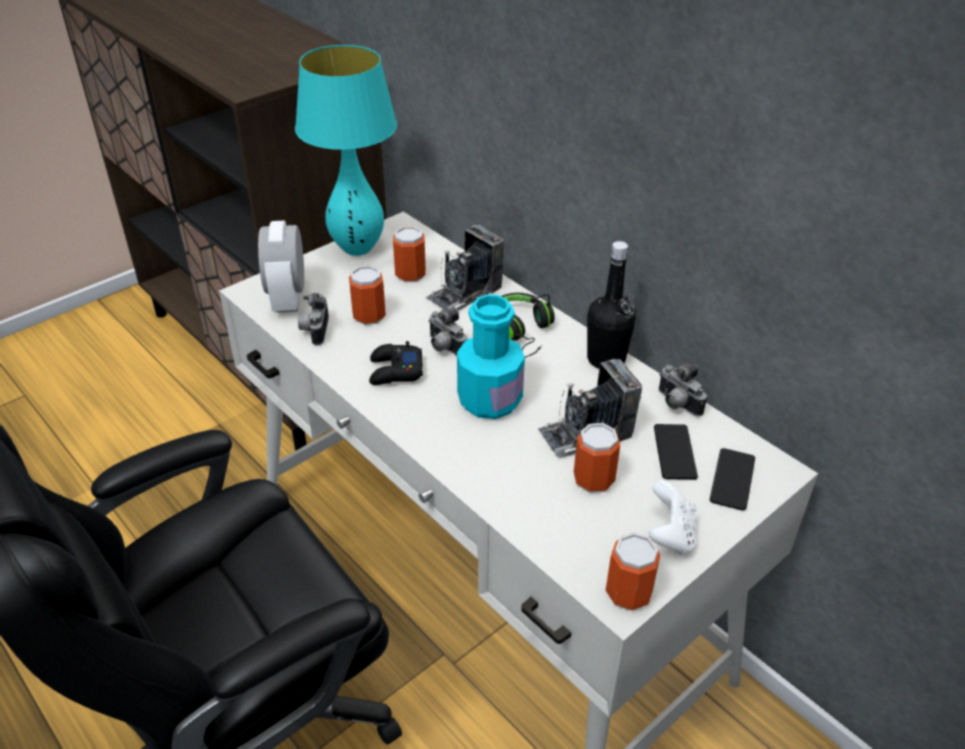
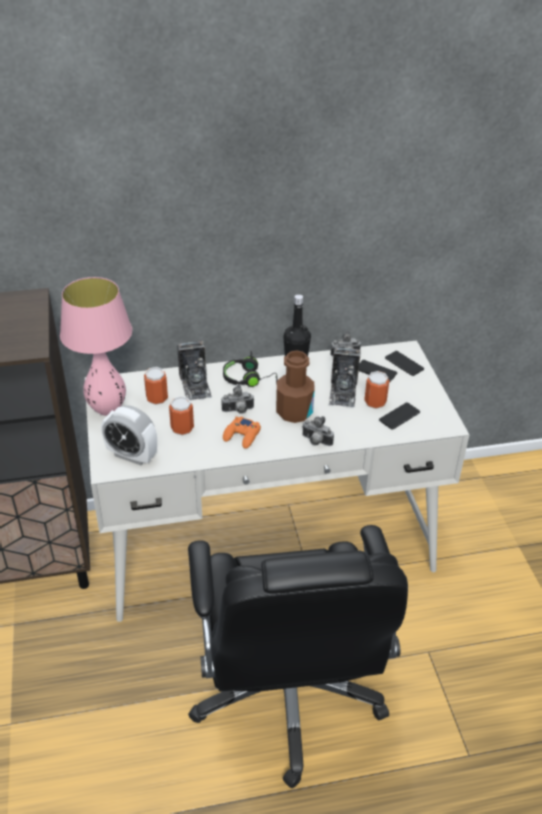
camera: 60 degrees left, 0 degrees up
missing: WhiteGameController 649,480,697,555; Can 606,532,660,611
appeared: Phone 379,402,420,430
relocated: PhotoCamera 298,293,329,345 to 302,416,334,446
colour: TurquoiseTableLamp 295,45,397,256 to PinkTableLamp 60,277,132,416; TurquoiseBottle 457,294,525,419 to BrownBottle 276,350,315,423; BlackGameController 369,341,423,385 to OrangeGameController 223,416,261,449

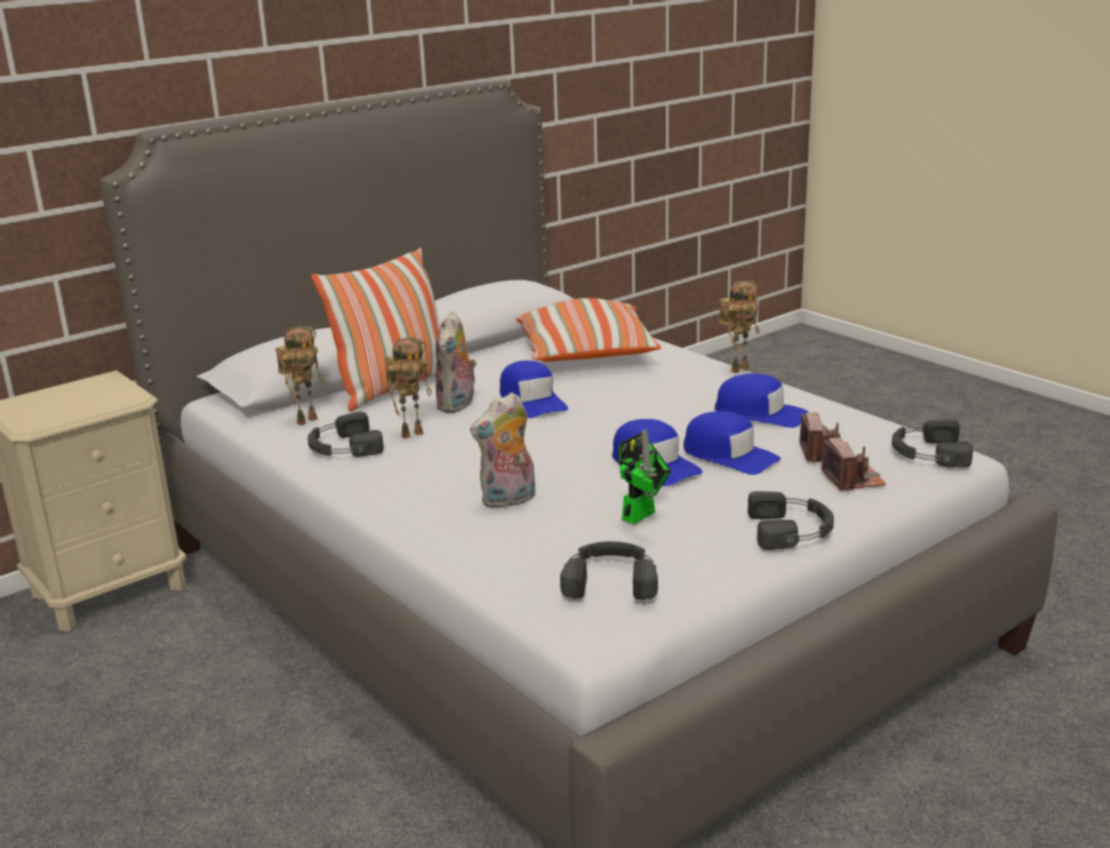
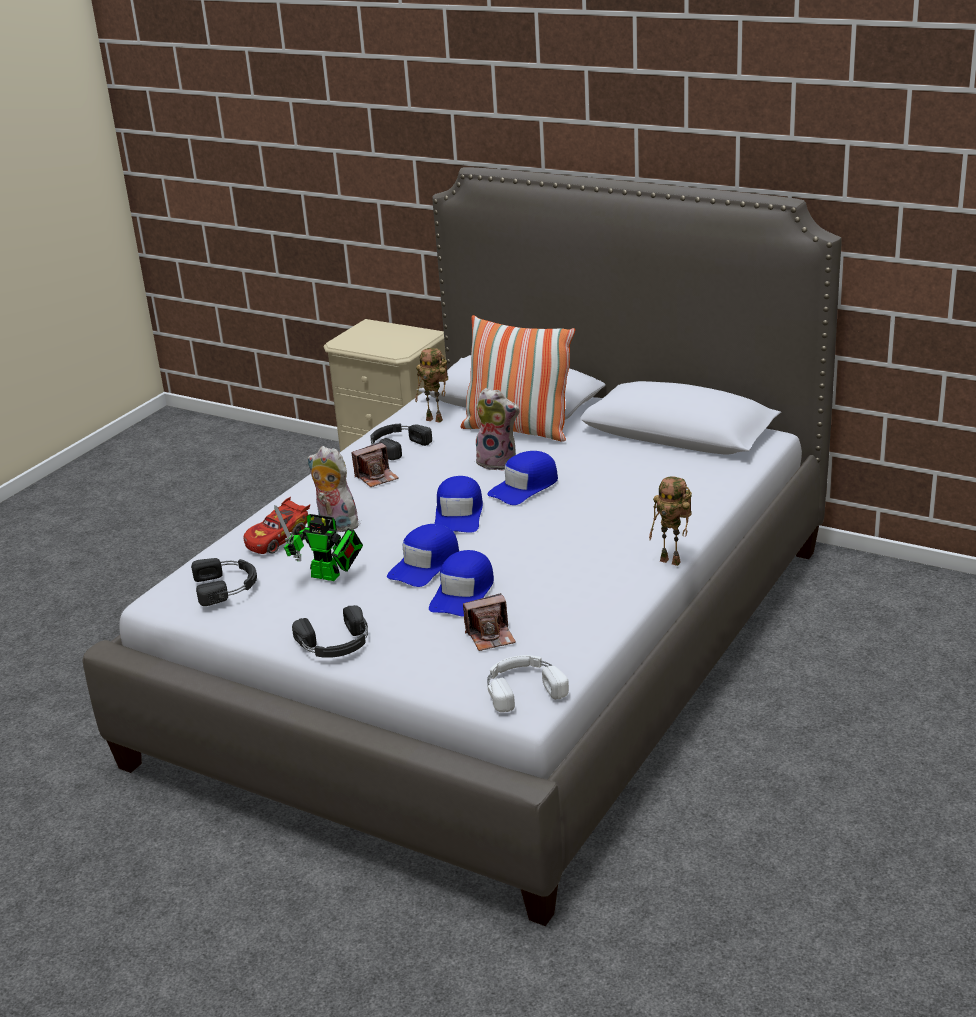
camera: 70 degrees right, 5 degrees up
missing: Pillow 516,298,661,362; ToyRobot 384,337,432,439
appeared: RedToyCar 244,497,310,554
relocated: BlueCap 715,373,808,428 to 434,476,483,533; PhotoCamera 821,438,886,491 to 351,442,399,487
colour: BlackHeadphones 892,419,973,467 to WhiteHeadphones 487,655,569,712
spun: PlushToy 436,312,477,413 = 476,388,520,471 150 degrees counterclockwise

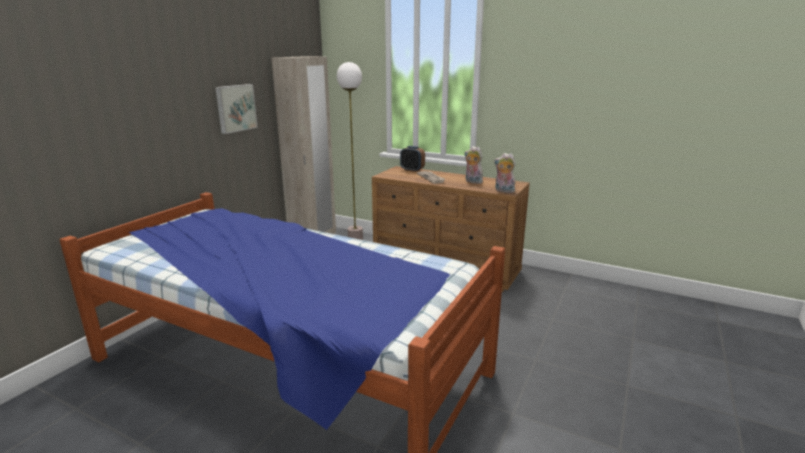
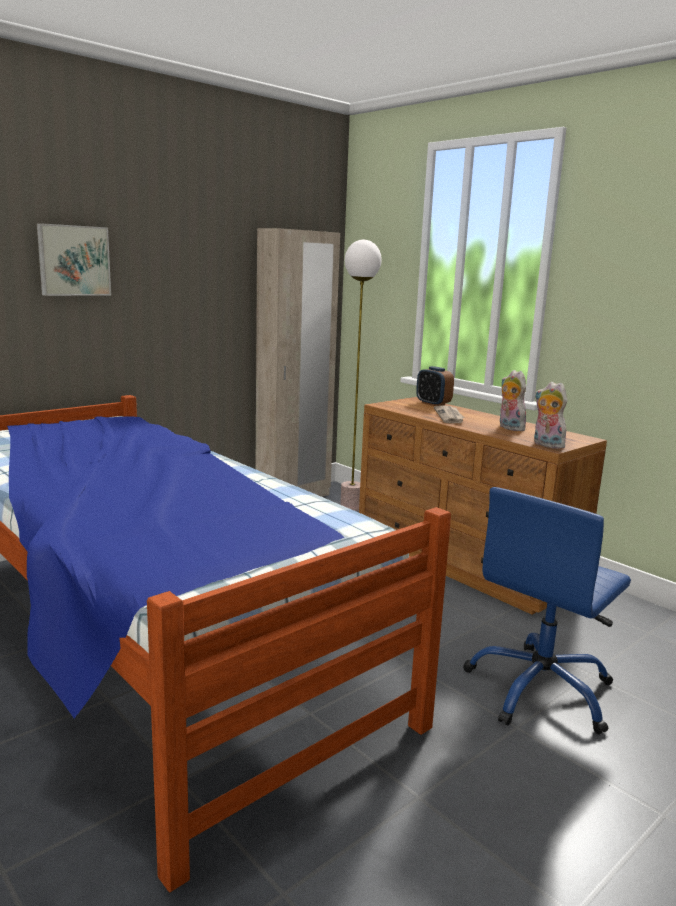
camera: 20 degrees right, 5 degrees down
appeared: BlueOfficeChair 463,487,631,734
relocated: Picture 215,84,258,134 to 37,223,111,296

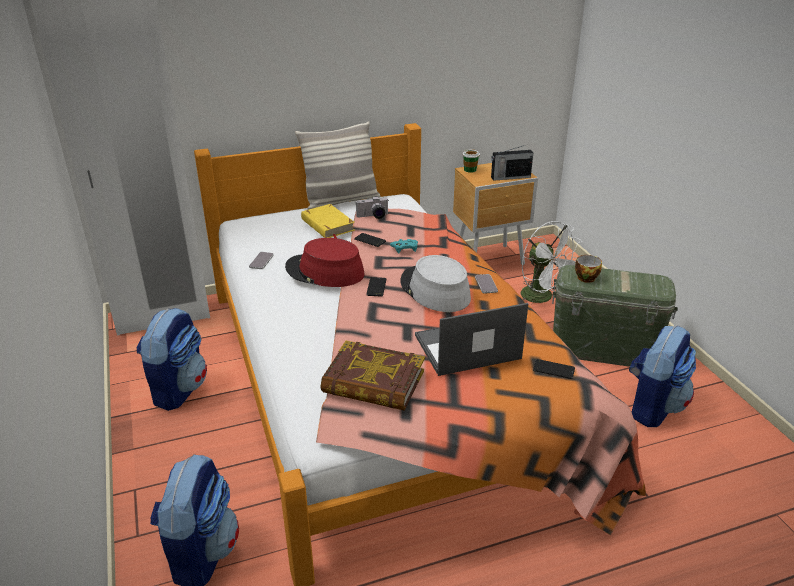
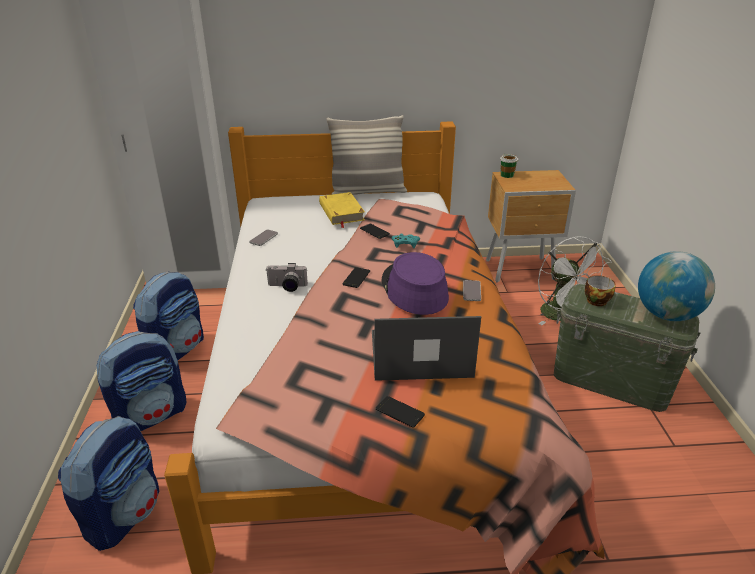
camera: 15 degrees right, 0 degrees up
missing: Radio 491,144,533,181; RedHat 285,238,364,287; Book 321,341,425,411
appeared: Globe 638,251,715,321
relocated: PhotoCamera 356,196,388,219 to 266,263,308,292; Backpack 629,326,696,427 to 97,331,187,431; Phone 533,359,575,379 to 375,396,425,428
colour: GreyHat 401,255,471,312 to PurpleHat 382,252,449,315

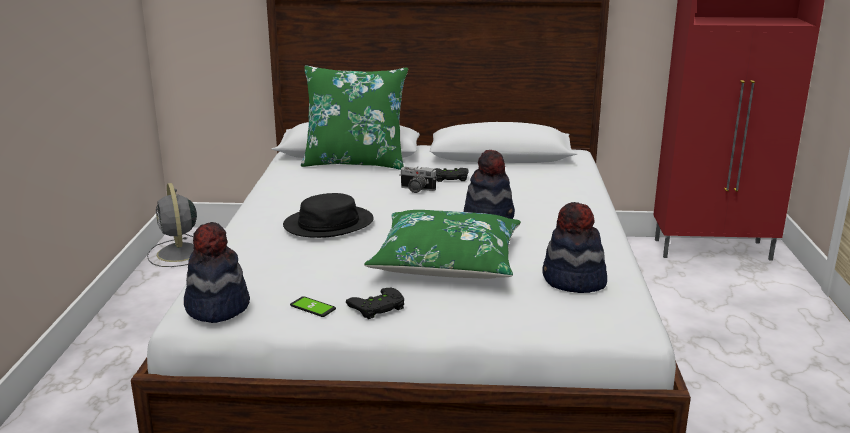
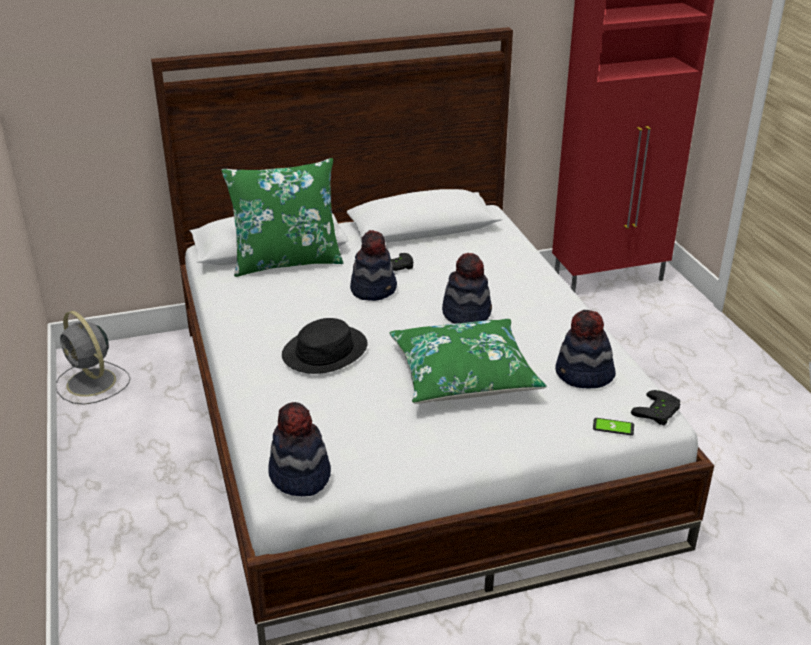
camera: 20 degrees left, 10 degrees up
relocated: BlackGameController 346,288,404,319 to 631,390,680,426; Phone 290,296,336,317 to 593,418,634,435
exchanged: PhotoCamera 399,166,437,193 to Hat 350,230,397,301

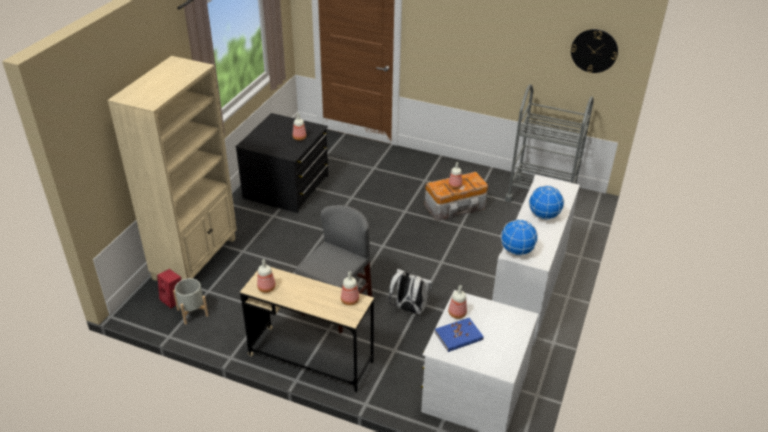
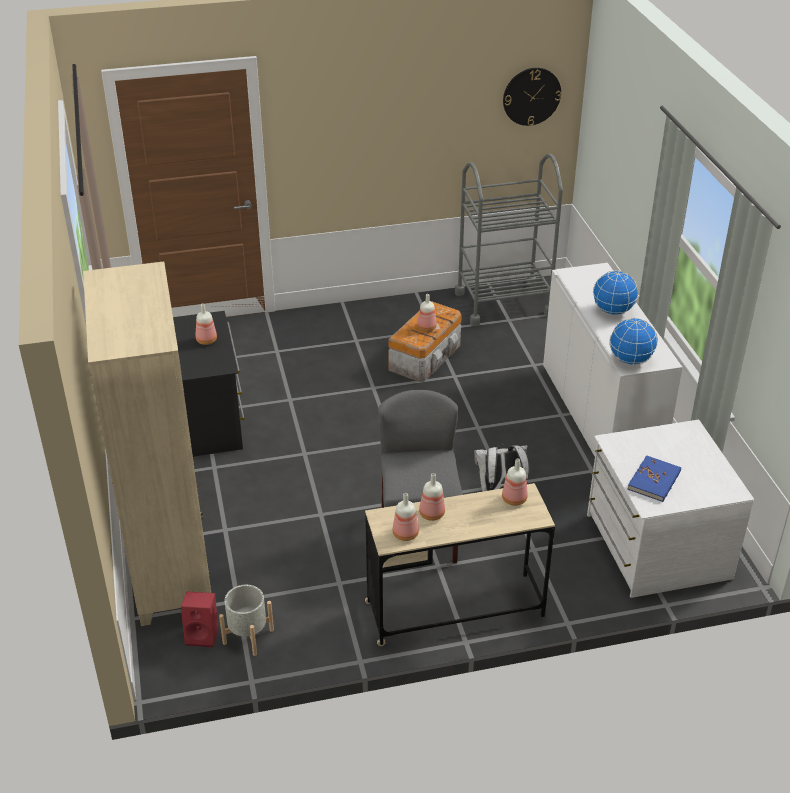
camera: 35 degrees left, 0 degrees up
relocated: Bottle 448,285,467,319 to 419,473,445,521

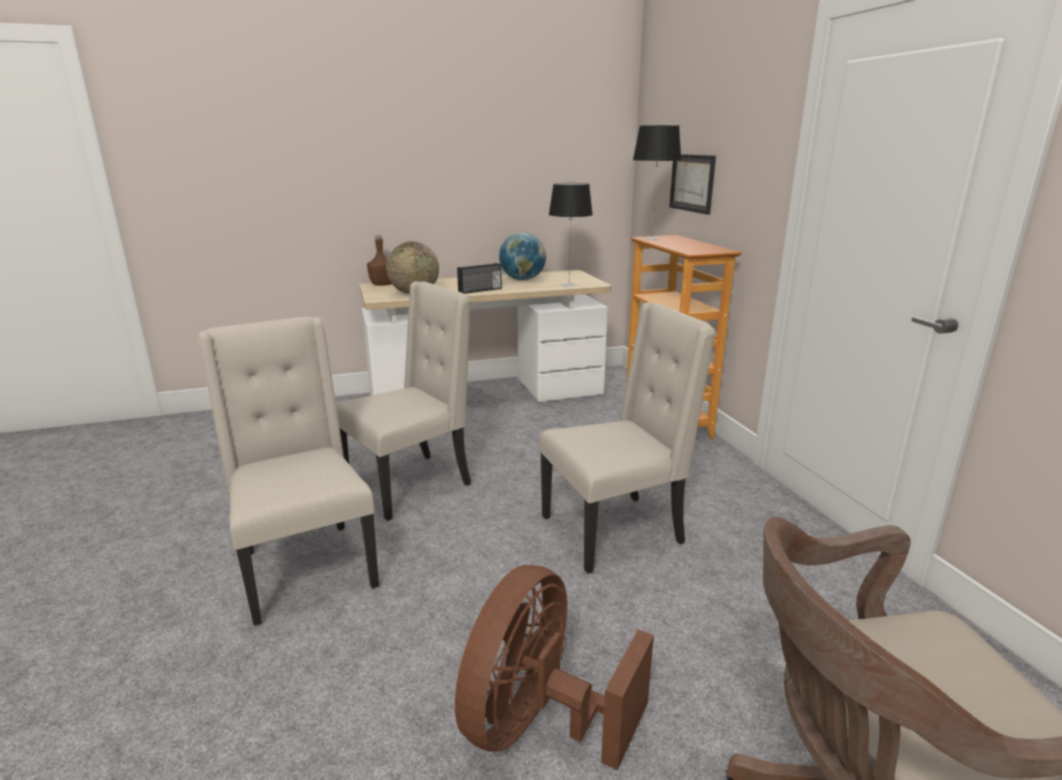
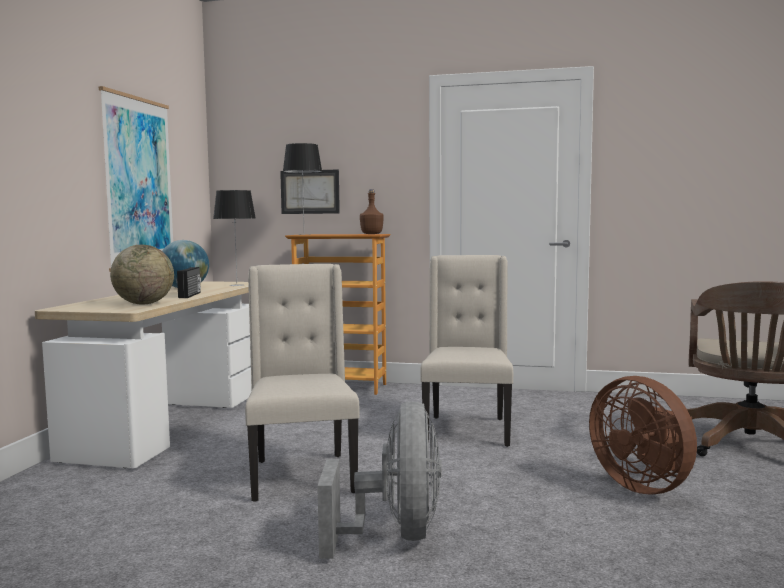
camera: 60 degrees left, 15 degrees down
appeared: Picture 99,86,173,272
relocated: BrownBottle 367,235,392,286 to 360,190,384,234
exchanged: BeigeChair 198,316,379,626 to GreyFan 317,401,442,559

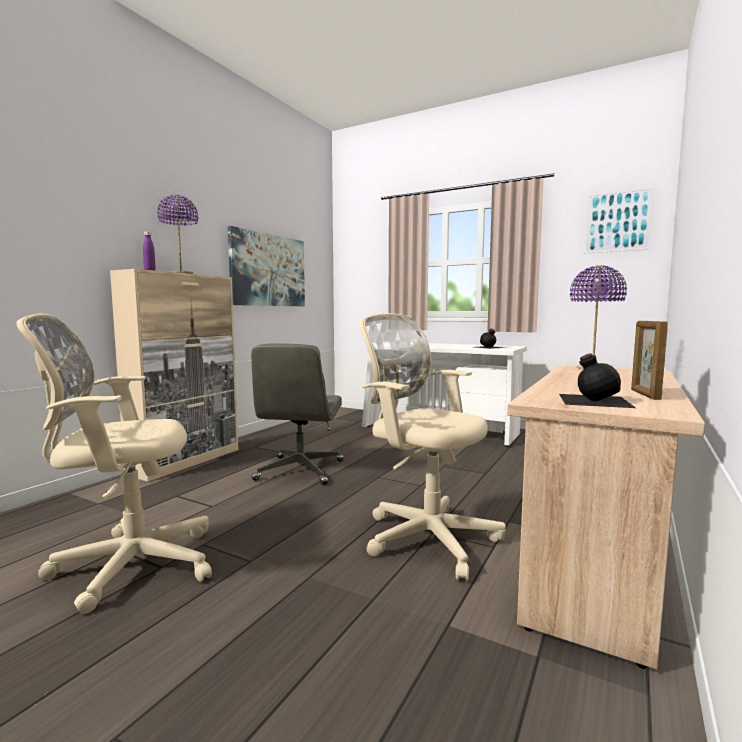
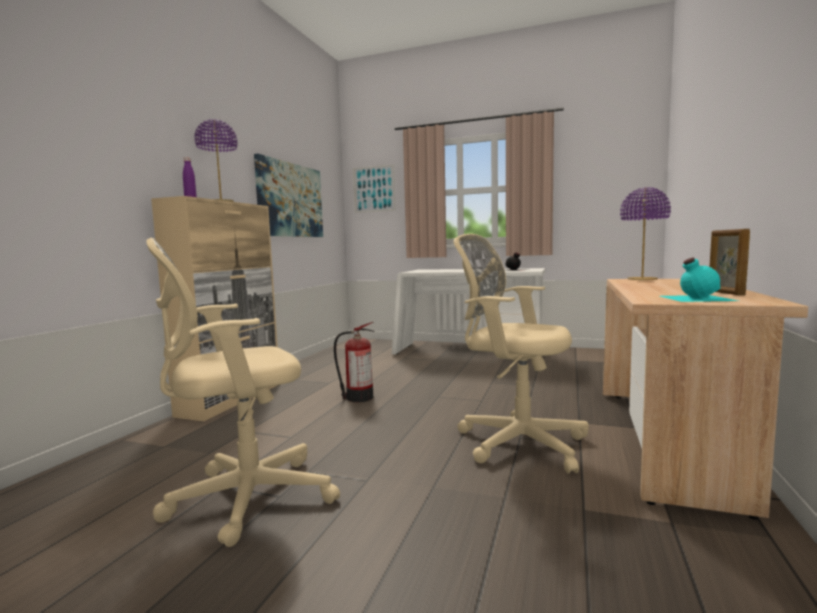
camera: 10 degrees left, 0 degrees up
relocated: Picture 584,187,655,253 to 353,164,396,213
exchanged: GreyOfficeChair 251,343,344,485 to FireExtinguisher 334,322,375,402
colour: BlackBottle 559,353,636,408 to TurquoiseBottle 660,258,738,302

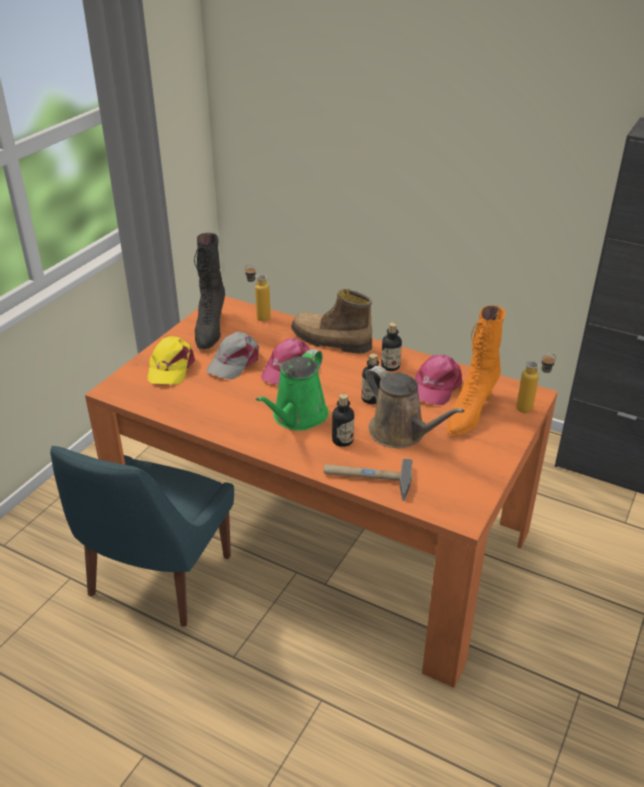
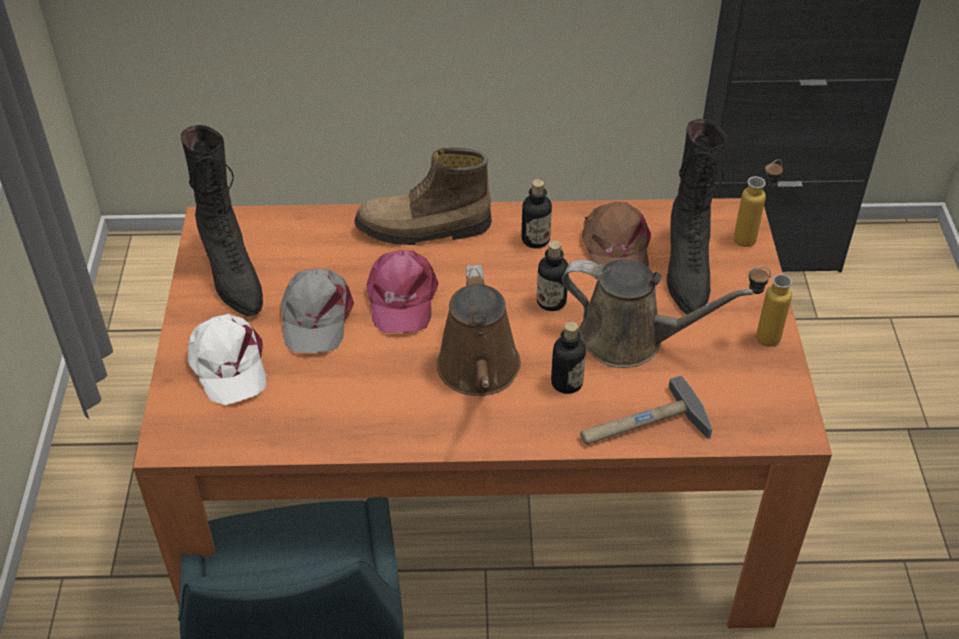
camera: 30 degrees left, 10 degrees up
relocated: Bottle 245,264,271,321 to 748,266,792,347
colour: OrangeBoot 447,305,505,435 to BlackBoot 667,119,727,315; YellowCap 148,336,195,385 to WhiteCap 188,314,266,405; GreenWateringCan 256,349,328,431 to BrownWateringCan 437,265,521,396; PinkCap 415,355,462,405 to BrownCap 582,202,651,267

